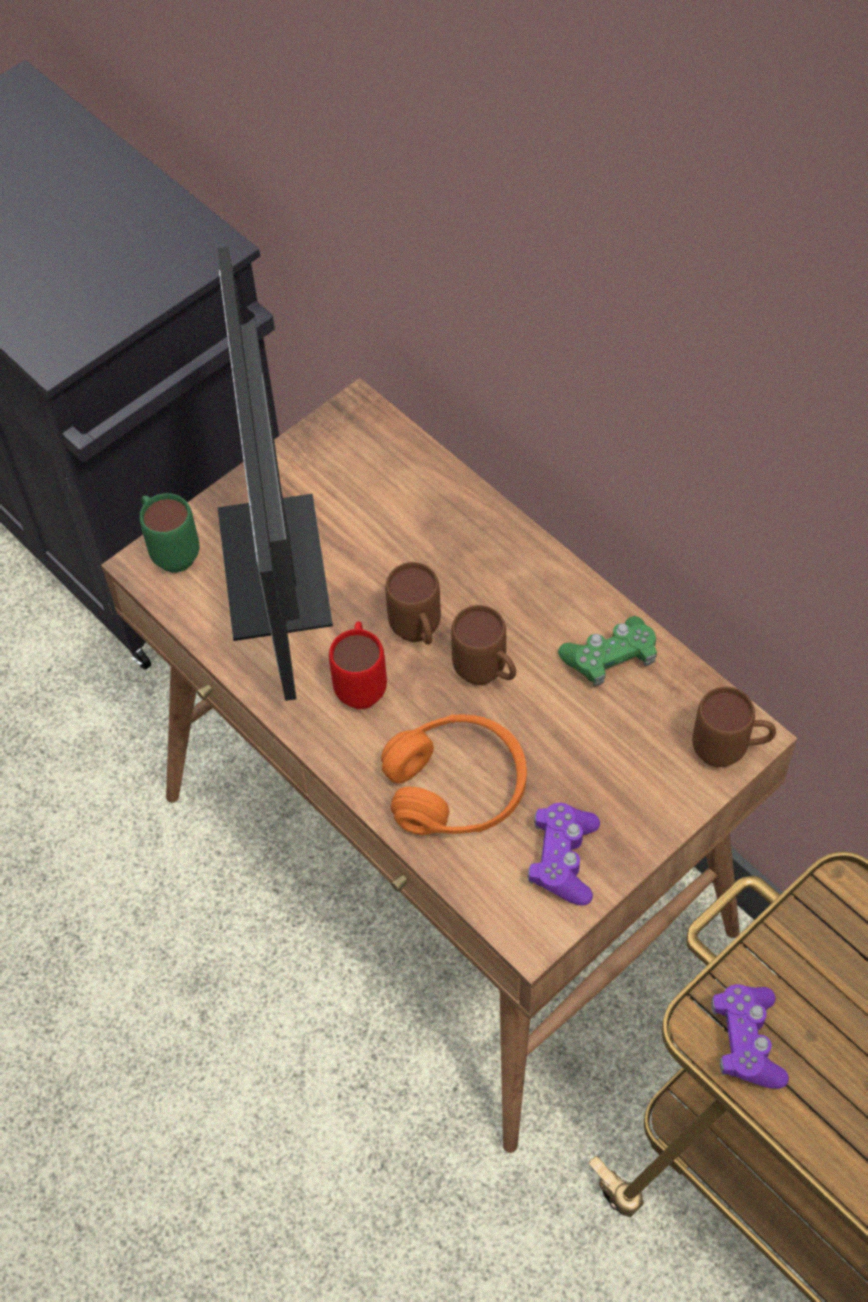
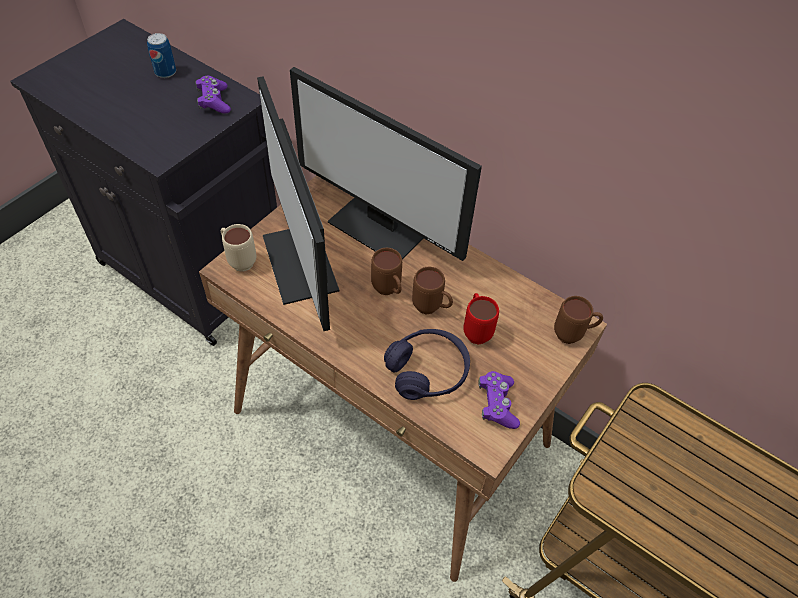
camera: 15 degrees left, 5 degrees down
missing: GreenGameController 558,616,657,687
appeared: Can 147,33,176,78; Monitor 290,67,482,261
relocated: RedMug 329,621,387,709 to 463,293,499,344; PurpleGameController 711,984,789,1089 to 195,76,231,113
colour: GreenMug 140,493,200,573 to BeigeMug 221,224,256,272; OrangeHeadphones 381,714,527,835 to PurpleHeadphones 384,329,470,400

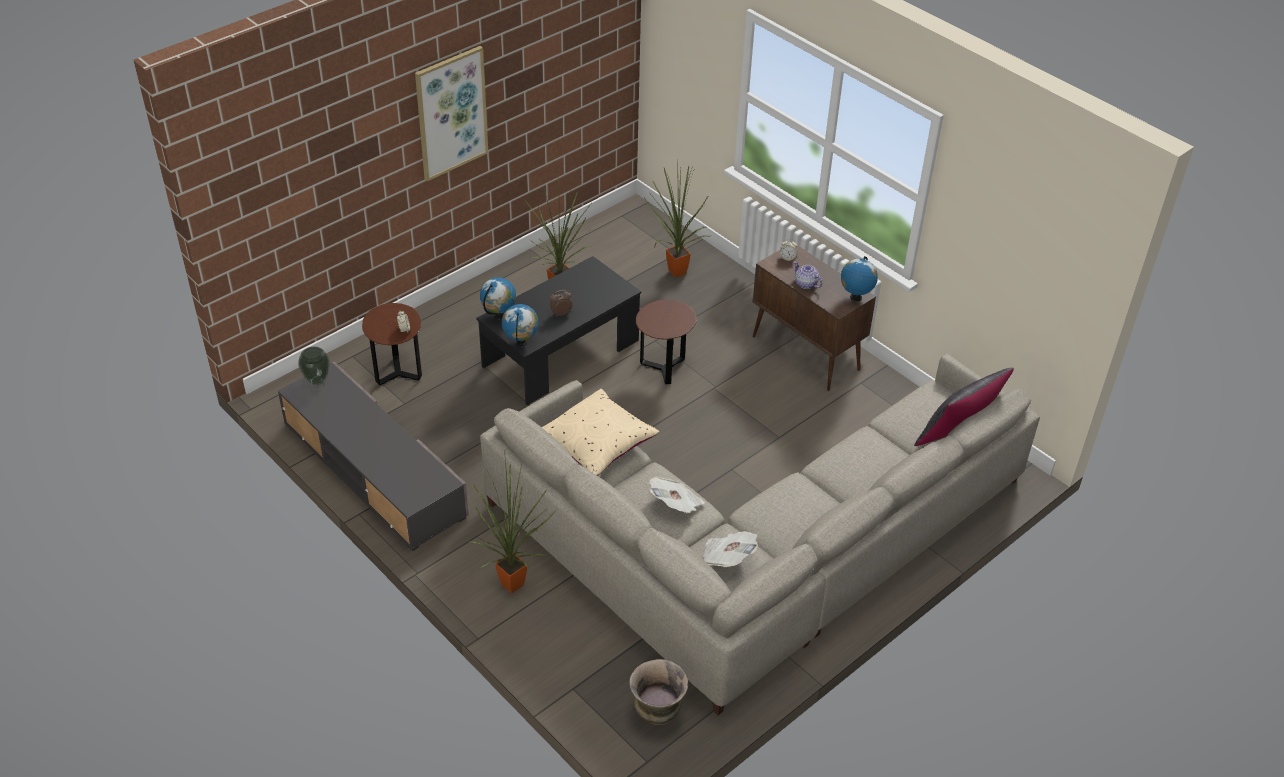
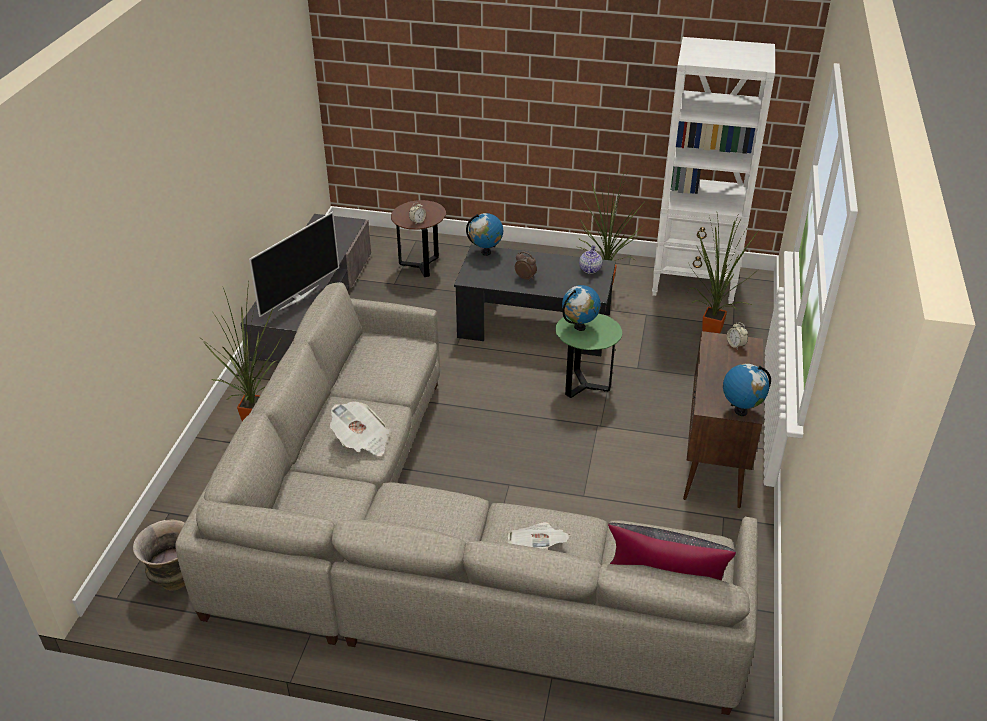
camera: 55 degrees right, 5 degrees down
missing: Picture 415,46,488,181; Vase 298,347,330,385; BeigePillow 542,389,659,476
appeared: WhiteBookcase 652,37,775,304; Television 249,212,339,317
relocated: Teapot 793,261,823,289 to 579,245,602,274; Globe 502,304,539,346 to 562,285,601,331; Newspaper 703,531,758,567 to 507,522,570,549
colour: BrownSideTable 636,299,697,384 to GreenSideTable 555,314,622,398

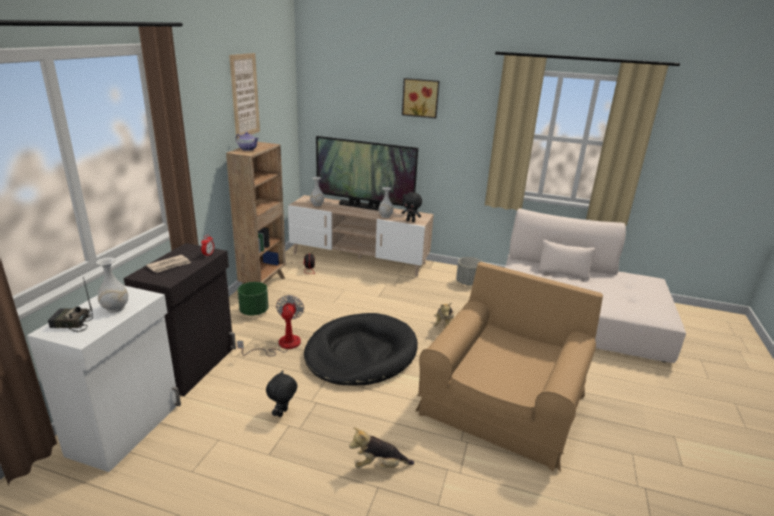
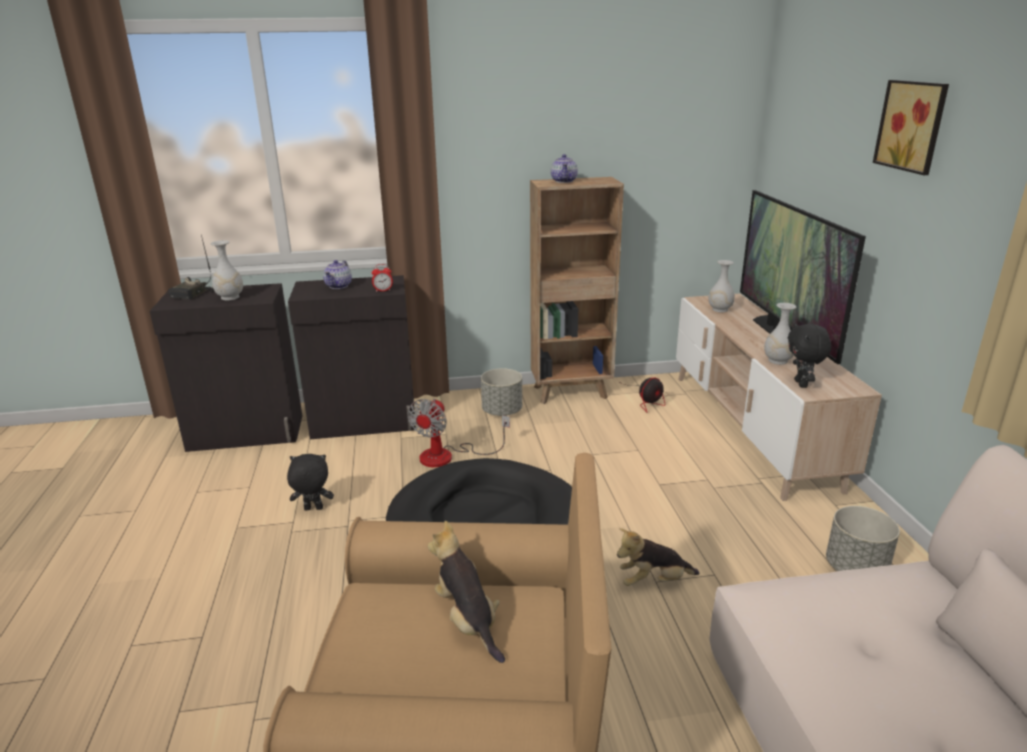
camera: 65 degrees right, 0 degrees up
missing: Picture 229,53,260,139
relocated: PlushToy 349,427,414,468 to 428,521,505,663
exchanged: Newspaper 146,255,191,273 to Teapot 323,260,352,289
colour: GreenPlanter 238,282,268,316 to GreyPlanter 481,368,522,416; WhiteCabinet 27,286,181,472 to BlackCabinet 150,283,302,452
spun: Radio 48,277,93,332 = 168,235,214,300 135 degrees counterclockwise; Fan 237,295,304,356 = 407,398,510,467 135 degrees clockwise

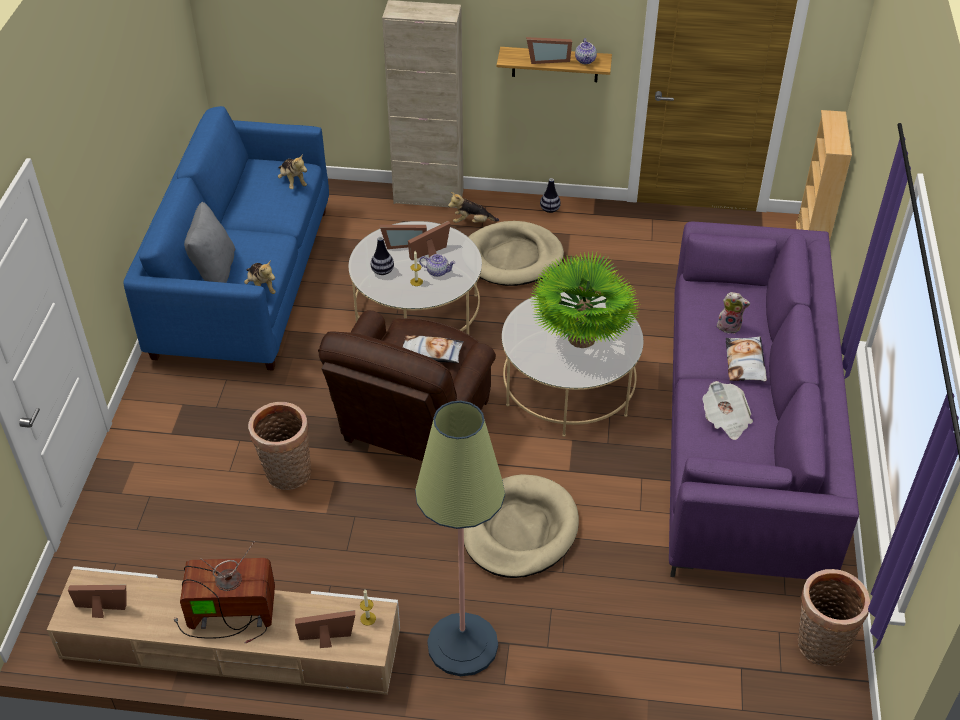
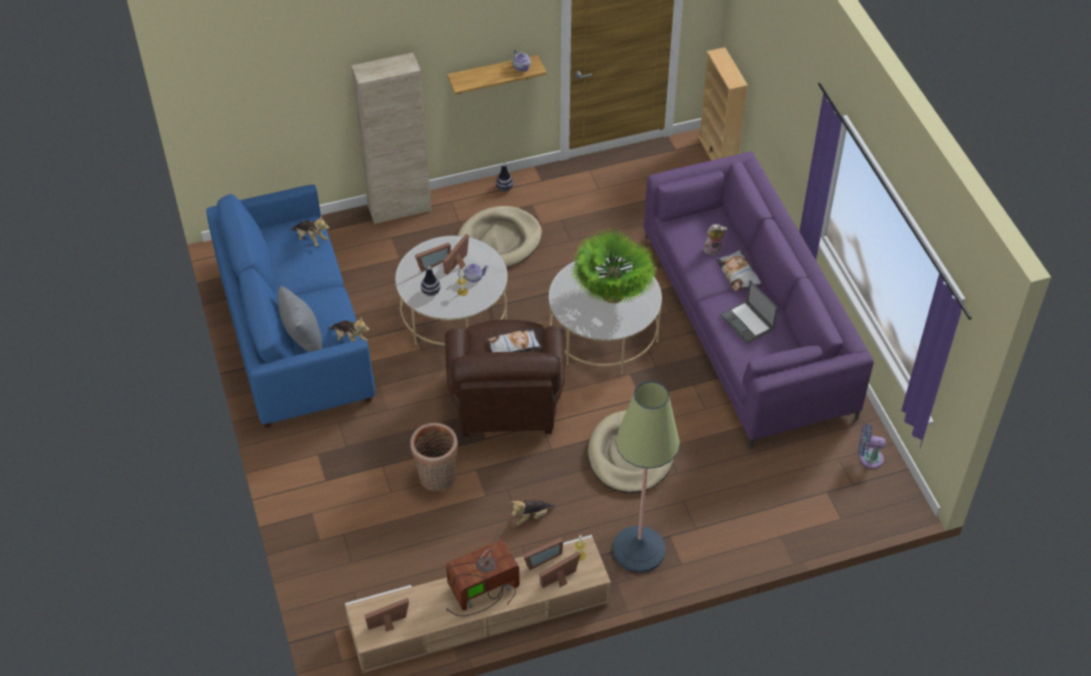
camera: 25 degrees left, 5 degrees up
relocated: PictureFrame 526,37,572,64 to 523,538,563,570; PlushToy 448,192,499,223 to 512,500,555,525
exchanged: Newspaper 702,381,753,440 to Laptop 720,280,778,344; Basket 798,569,870,666 to BlueFan 858,424,886,469

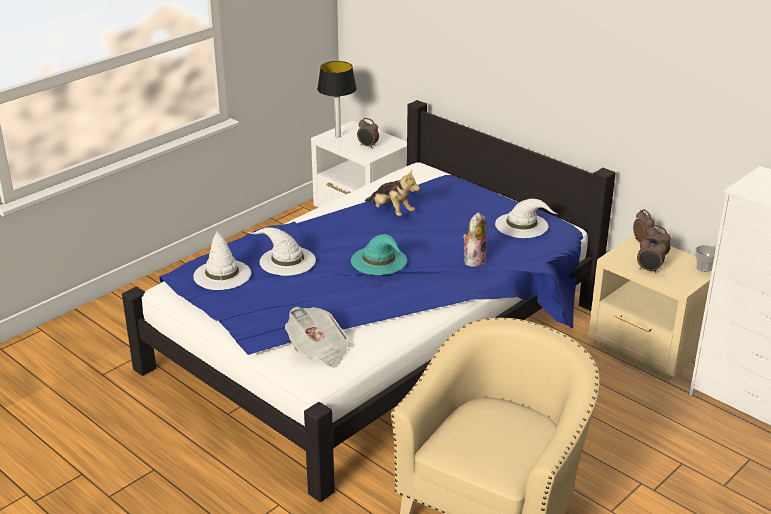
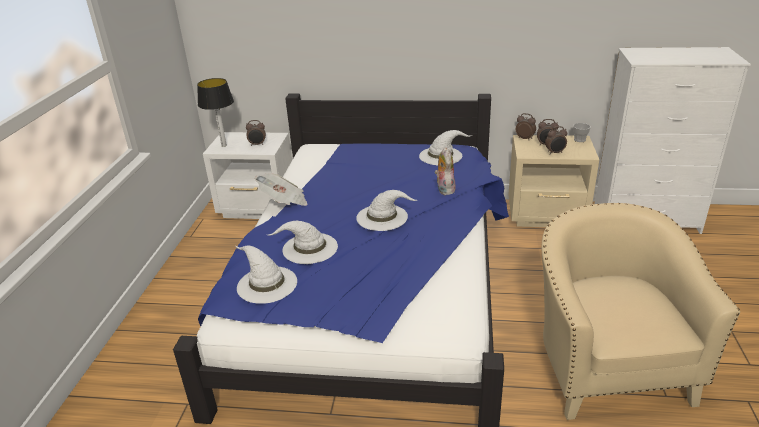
camera: 35 degrees left, 0 degrees up
missing: PlushToy 365,170,420,216
relocated: Newspaper 285,307,351,368 to 255,174,307,206
colour: TurquoiseHat 351,234,407,275 to WhiteHat 356,190,417,231

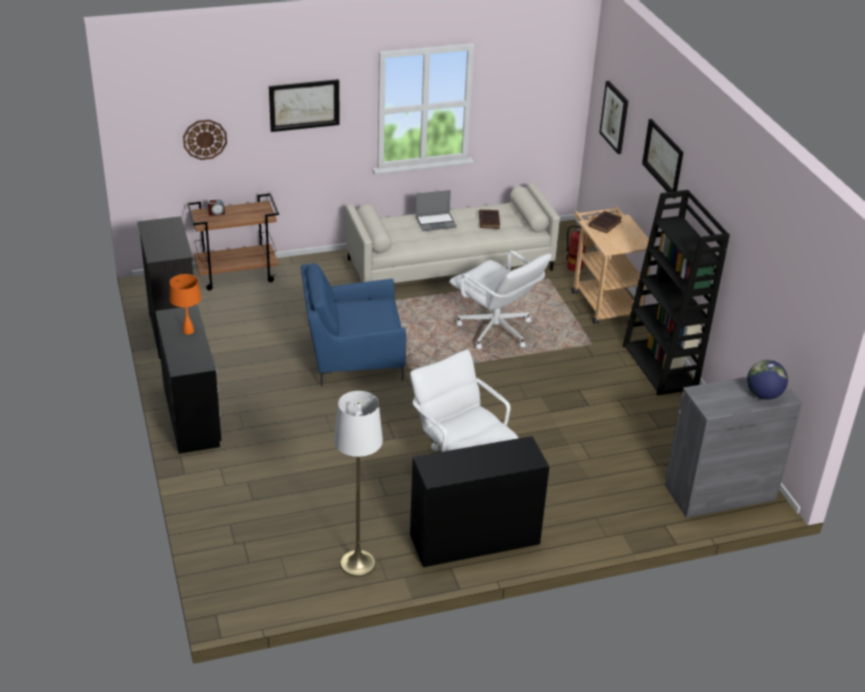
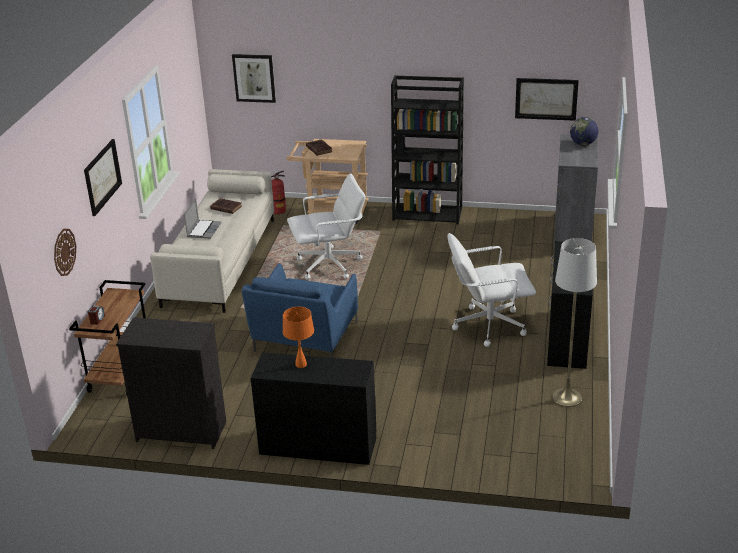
camera: 60 degrees left, 5 degrees down
relocated: Picture 642,119,683,199 to 515,78,579,121

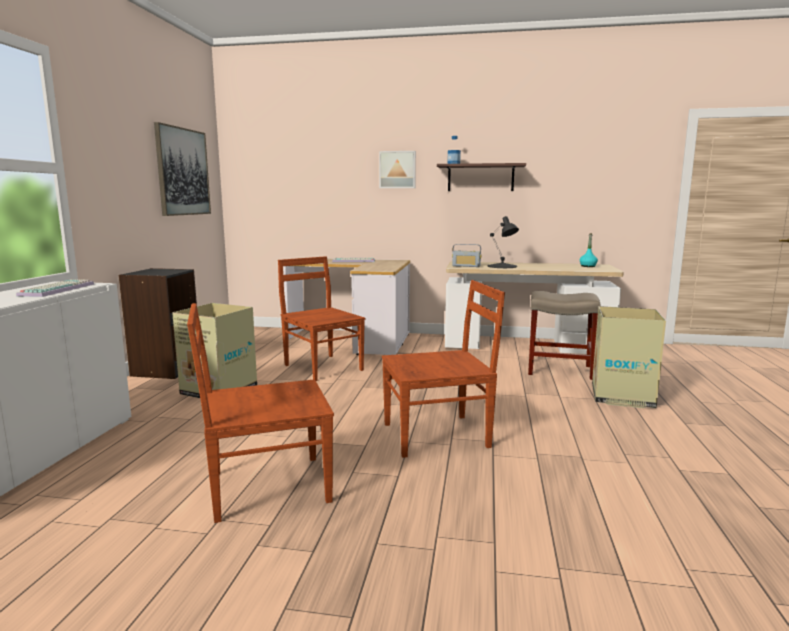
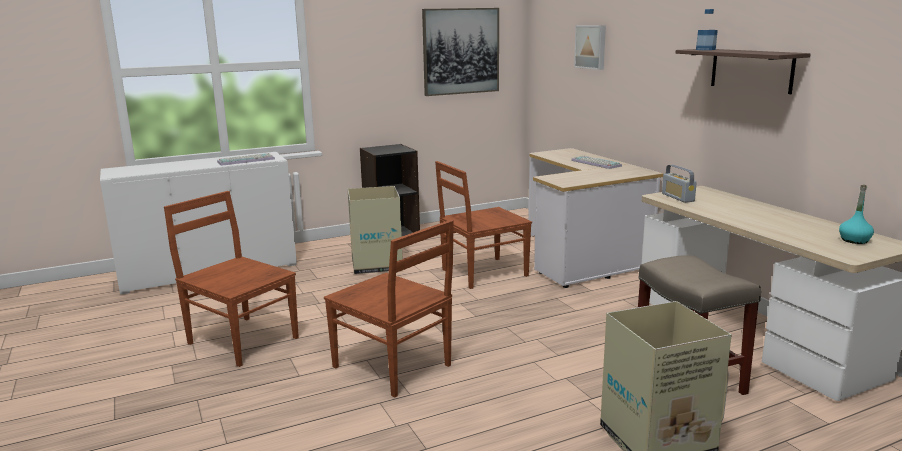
camera: 55 degrees right, 5 degrees up
missing: BlackTableLamp 488,216,519,268
relocated: Picture 379,151,416,188 to 574,25,606,70
spun: BrownChair 278,256,365,381 = 435,161,532,289 135 degrees counterclockwise

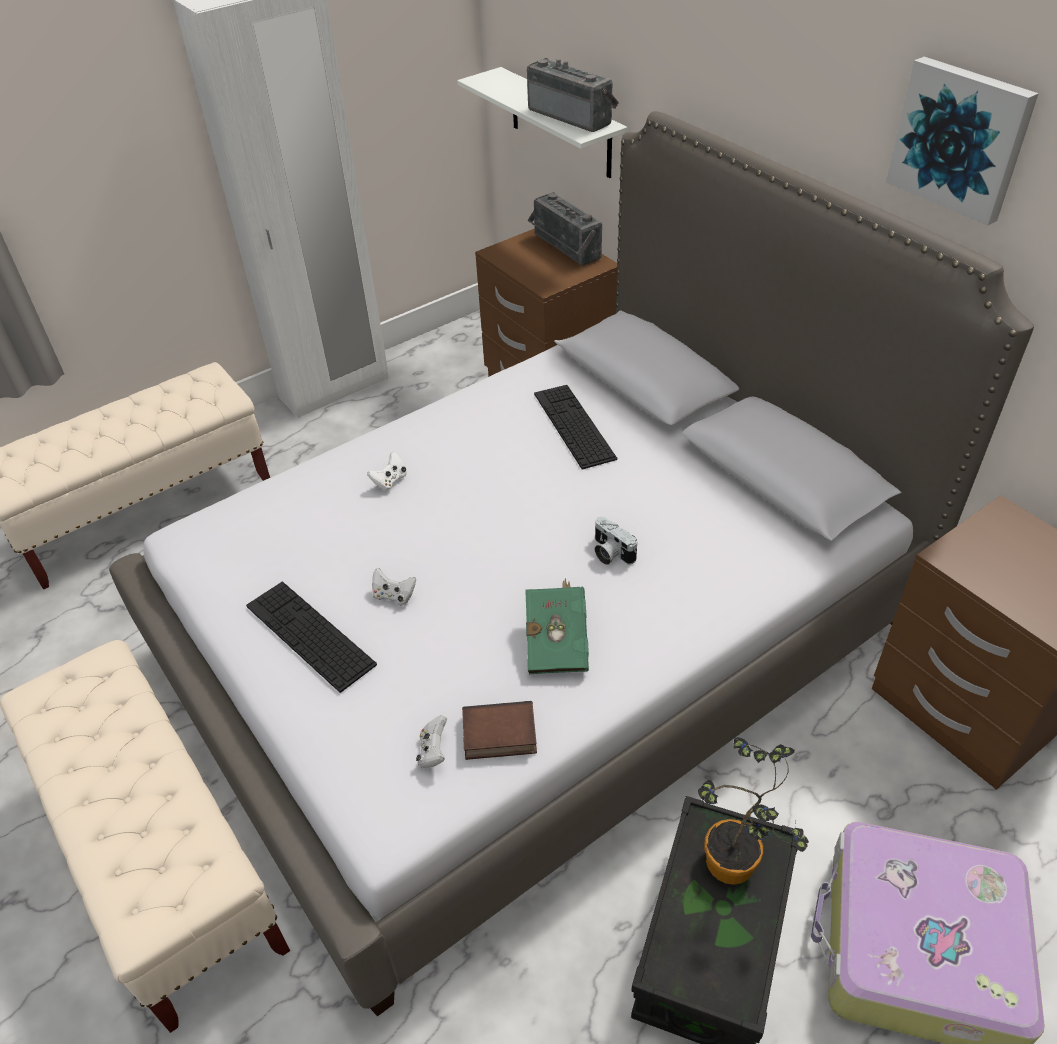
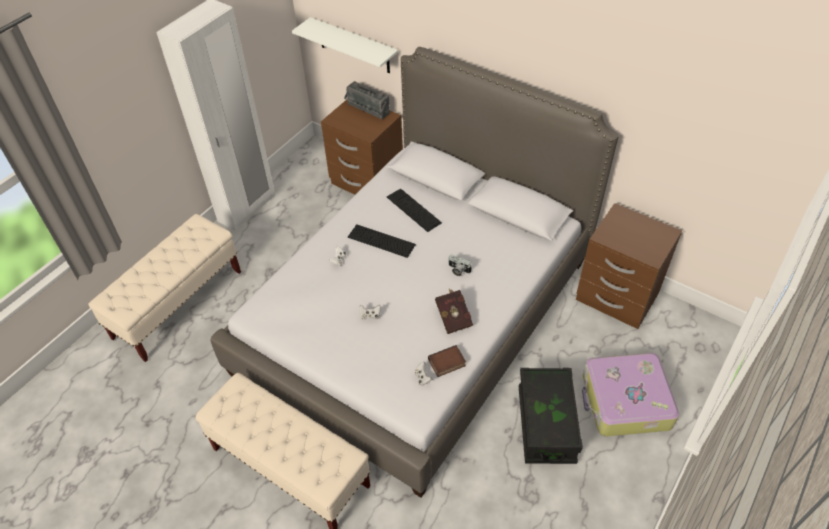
camera: 20 degrees left, 5 degrees up
missing: Picture 886,57,1039,226; Radio 527,58,619,132; PottedPlant 698,737,809,885
relocated: Keyboard 246,582,377,693 to 348,224,416,258
colour: GreenBook 525,578,589,674 to RedBook 435,288,473,334

